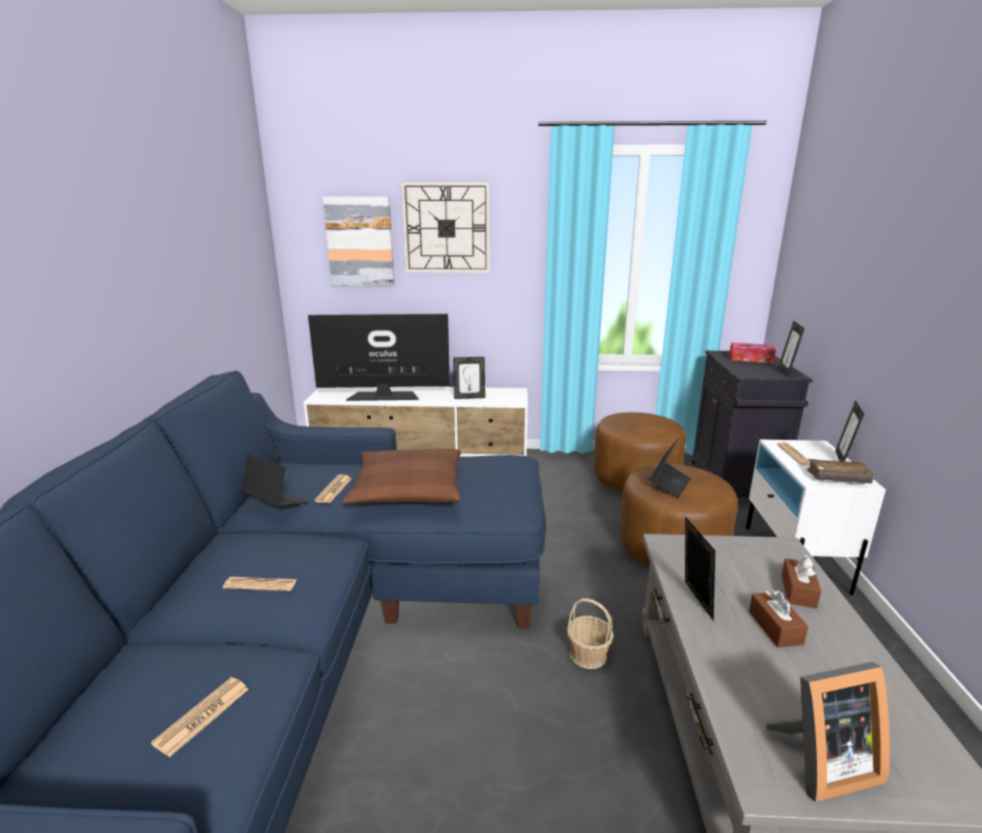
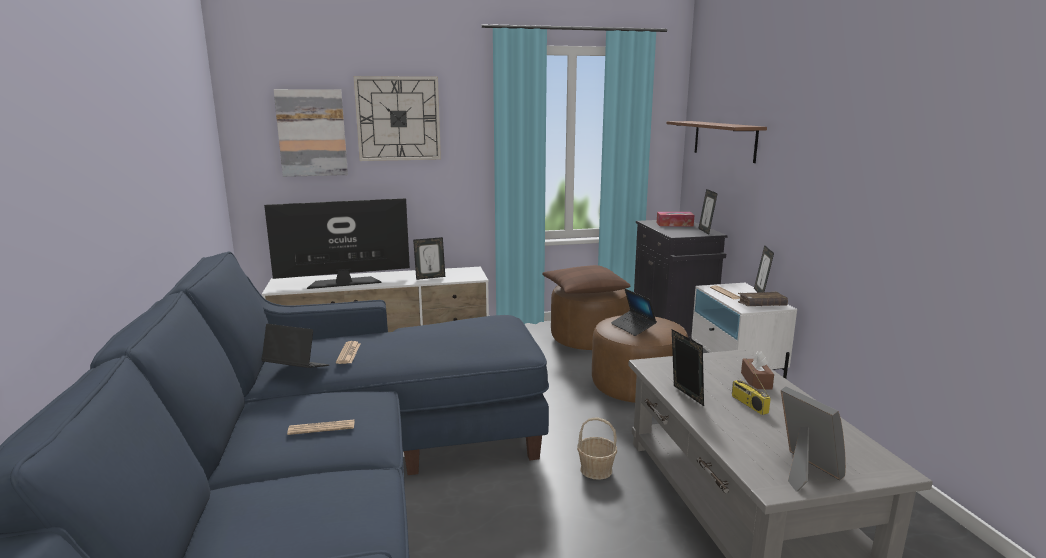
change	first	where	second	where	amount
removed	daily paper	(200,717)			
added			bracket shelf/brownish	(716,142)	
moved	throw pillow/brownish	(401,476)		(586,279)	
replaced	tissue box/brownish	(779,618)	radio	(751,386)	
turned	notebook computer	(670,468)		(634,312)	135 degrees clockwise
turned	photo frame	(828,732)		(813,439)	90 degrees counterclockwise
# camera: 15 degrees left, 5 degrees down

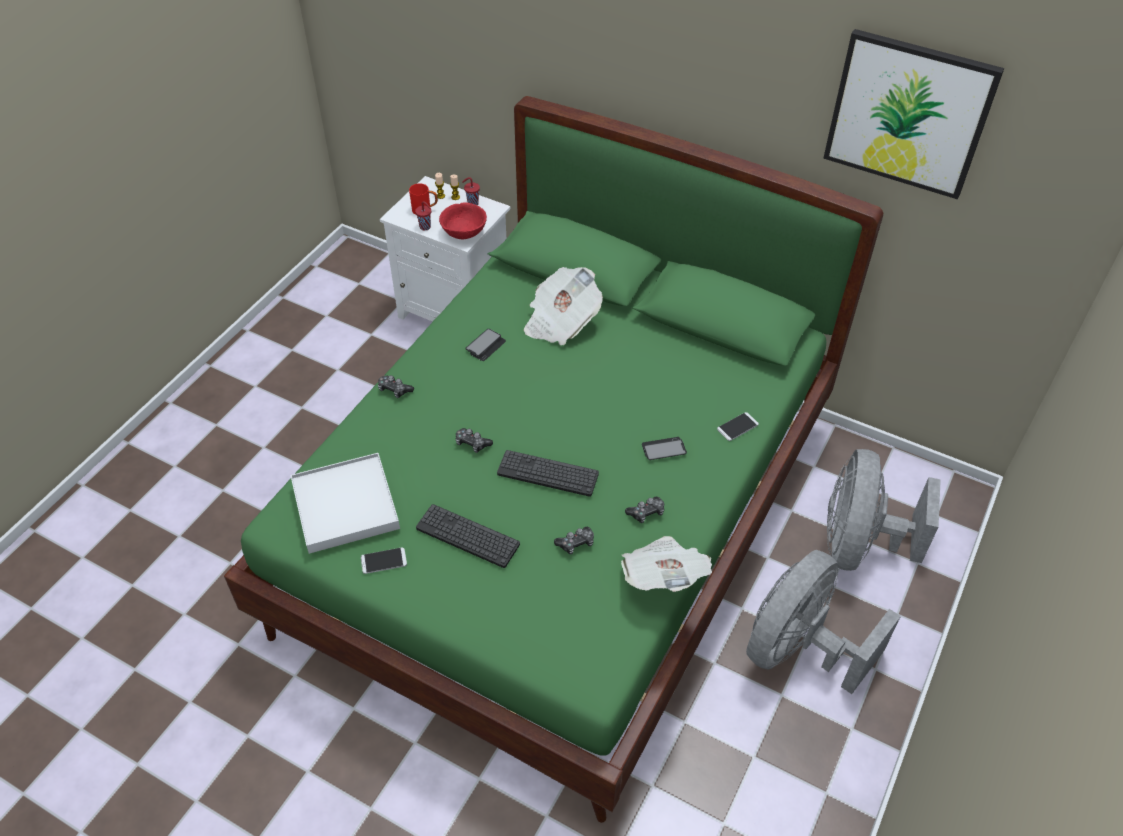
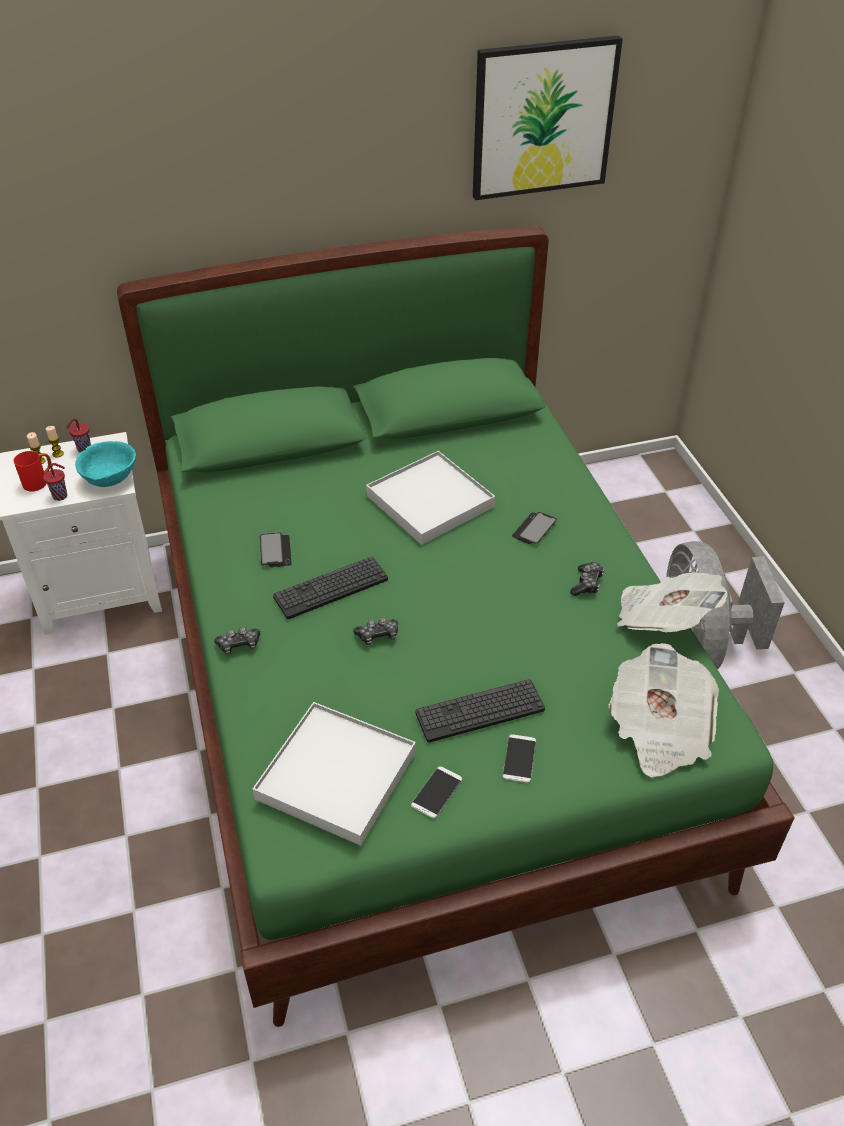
change	first	where	second	where	amount
removed	game controller	(574,540)			
removed	cooling fan/grey	(884,510)			
added			tray/whitish	(430,498)	
moved	computer keyboard	(548,473)		(330,588)	
moved	daily paper	(563,306)		(664,710)	
moved	telephone	(738,426)		(519,758)	
recoloured	serving bowl/red-coloured	(463,221)	serving bowl/blue-green	(105,464)	
# camera: 45 degrees left, 5 degrees down

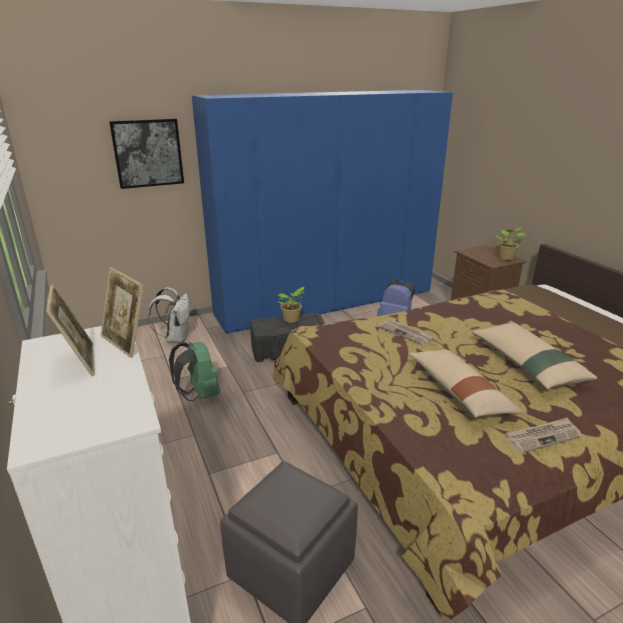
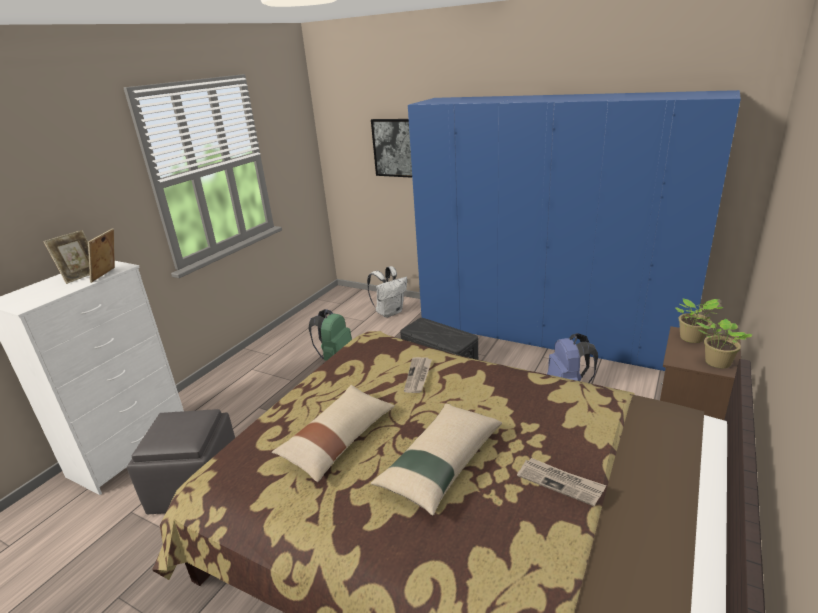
change	first	where	second	where	amount
moved	houseplant	(291,305)		(699,321)	
moved	daily paper	(544,435)		(561,482)	
# camera: 55 degrees right, 0 degrees up

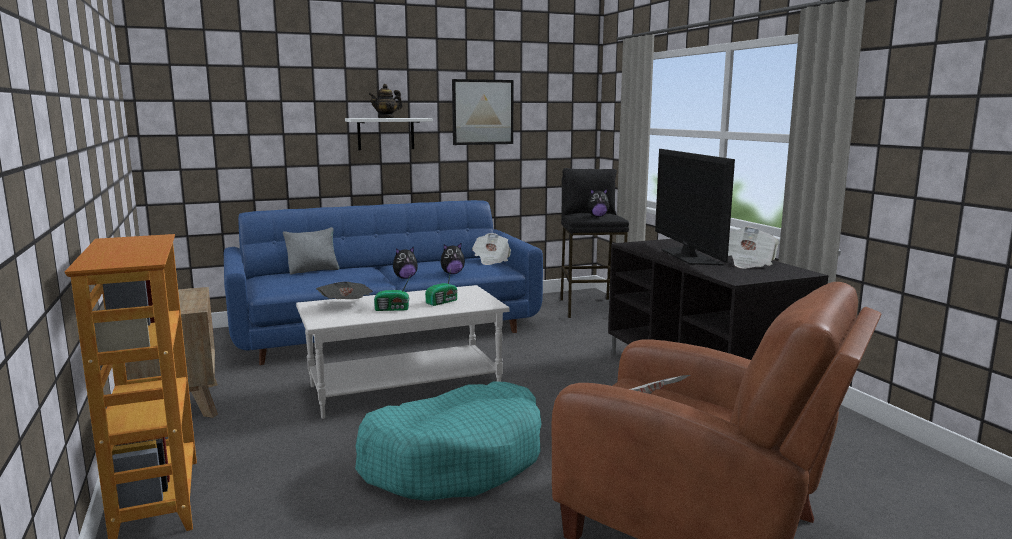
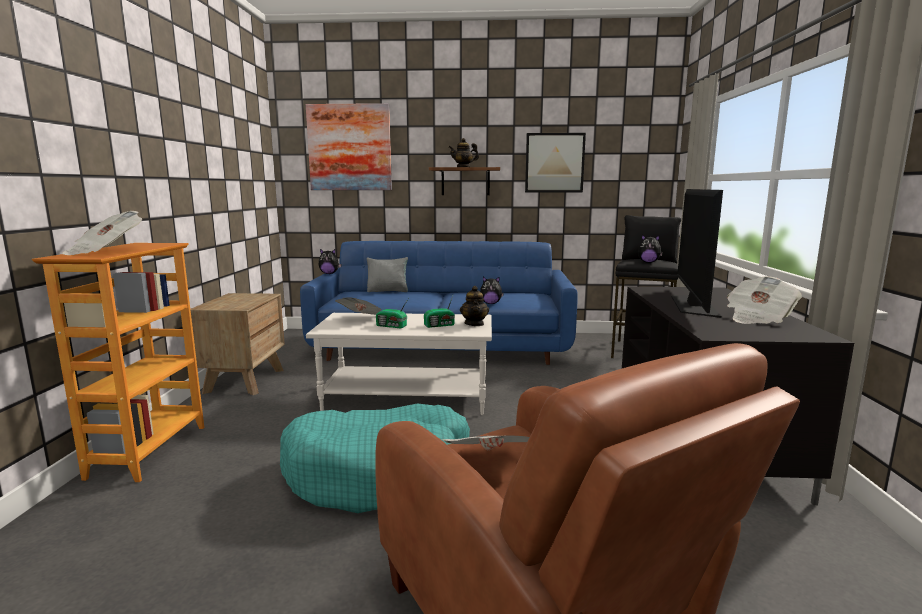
change	first	where	second	where	amount
added			wall picture	(349,146)	
added			tea pot	(474,306)	
moved	soft toy	(405,263)		(330,261)	
moved	daily paper	(491,249)		(102,233)	
recoloured	bracket shelf/whitish	(389,134)	bracket shelf/brownish	(464,181)	
# camera: 25 degrees right, 0 degrees up

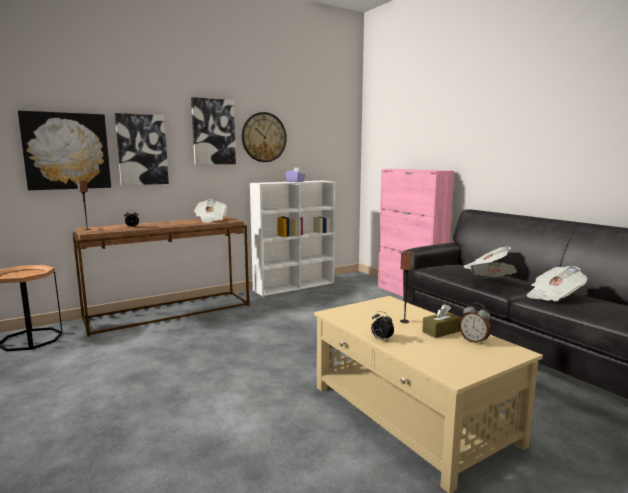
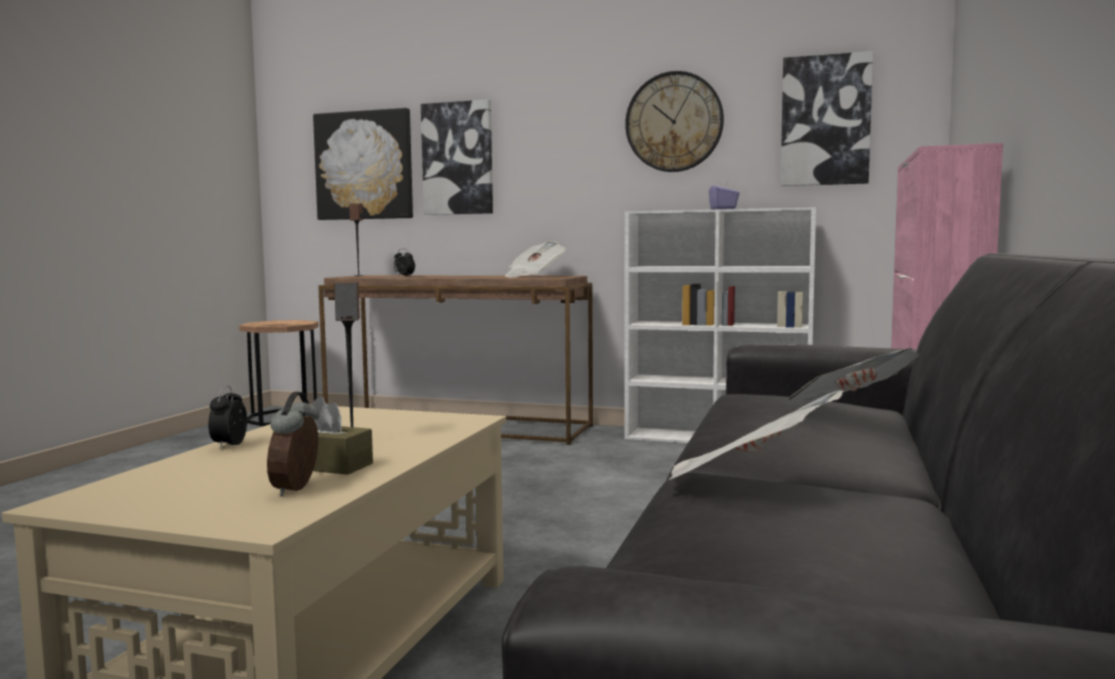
change	first	where	second	where	amount
removed	daily paper	(493,269)			
moved	wall picture	(213,131)		(827,118)	
# camera: 50 degrees right, 5 degrees down

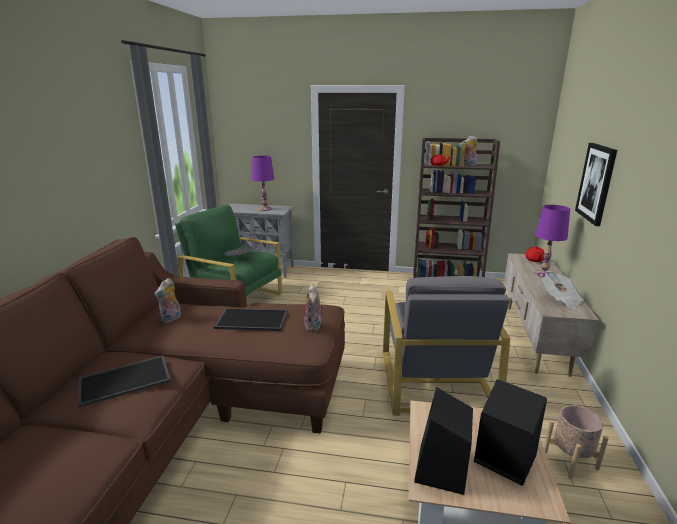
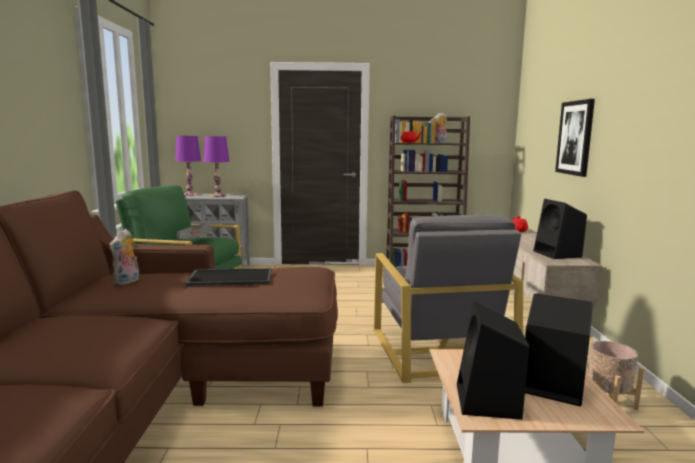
change	first	where	second	where	amount
removed	tray	(124,382)			
removed	soft toy	(314,307)			
moved	tabletop lamp/purple	(552,241)		(188,166)	
replaced	daily paper	(563,290)	loudspeaker/black	(560,229)	
# camera: 10 degrees left, 10 degrees down

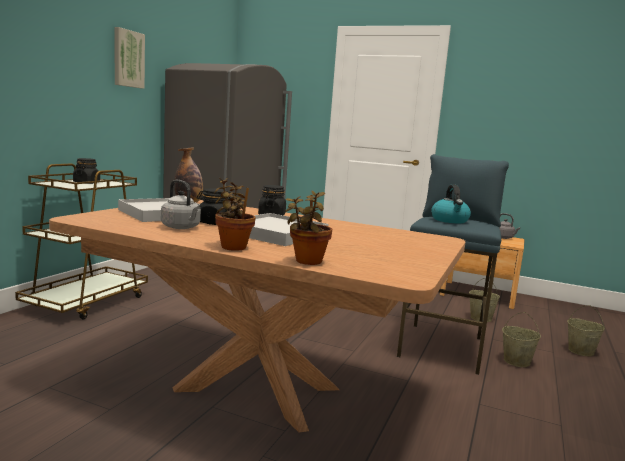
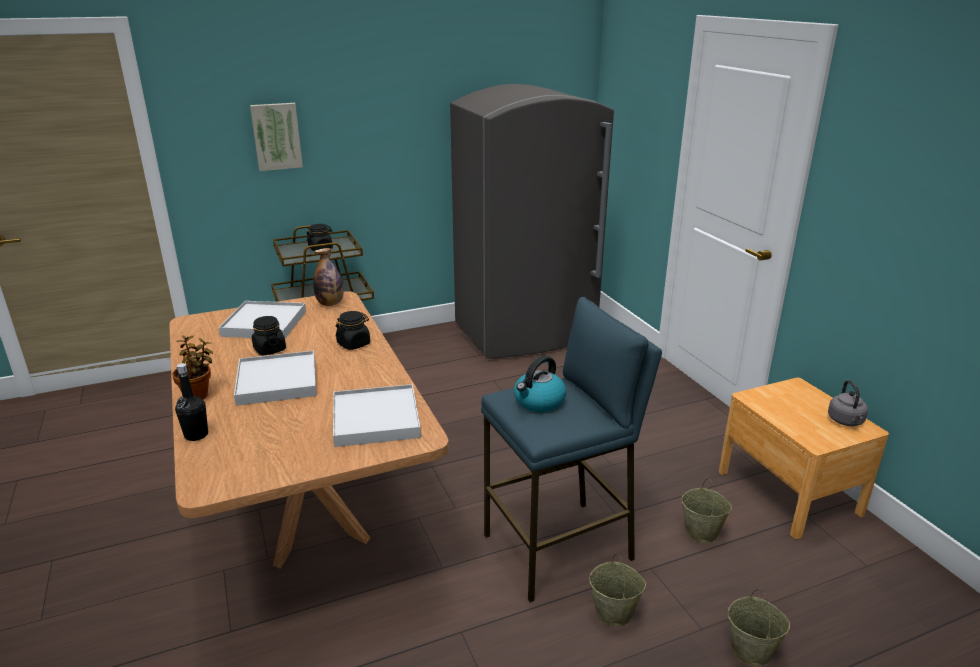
change	first	where	second	where	amount
removed	tea kettle/grey	(181,204)			
added			tray/whitish	(377,415)	
moved	wall picture	(130,58)		(276,137)	
replaced	houseplant	(308,228)	beverage bottle/black	(191,402)	
# camera: 45 degrees right, 15 degrees up

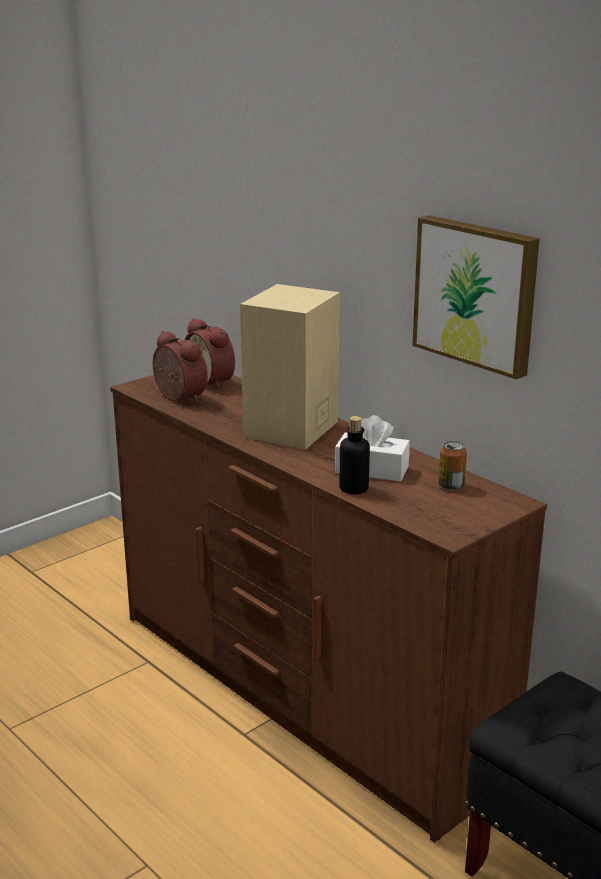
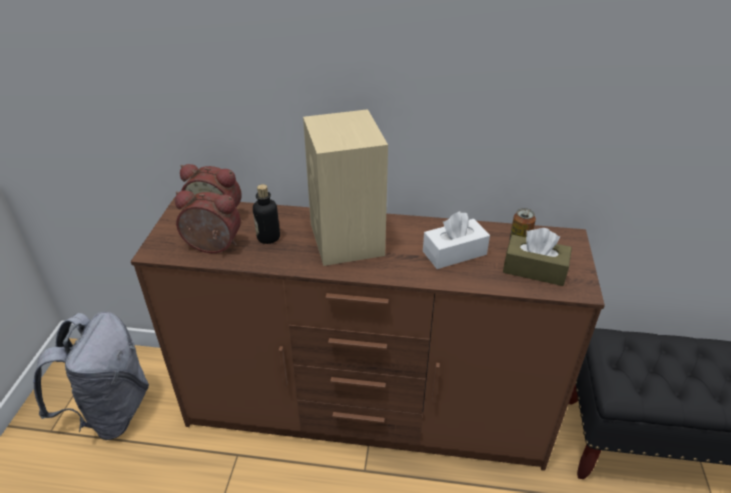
change	first	where	second	where	amount
removed	wall picture	(476,297)			
added			rucksack/grey	(91,376)	
added			tissue box/brownish	(537,257)	
moved	beverage bottle	(354,455)		(266,214)	
# camera: 40 degrees left, 15 degrees up

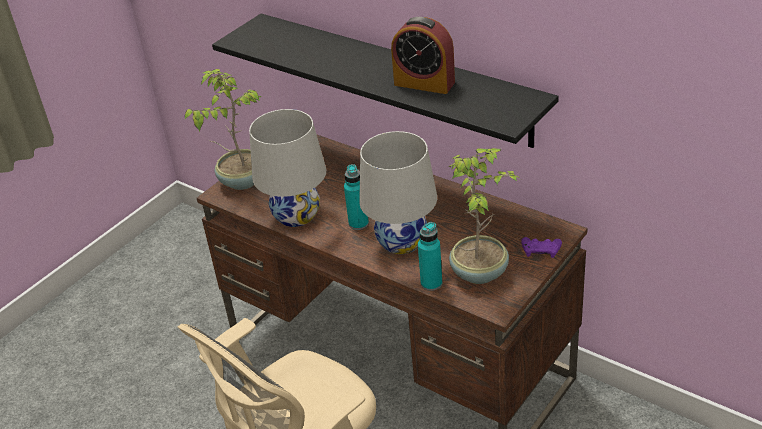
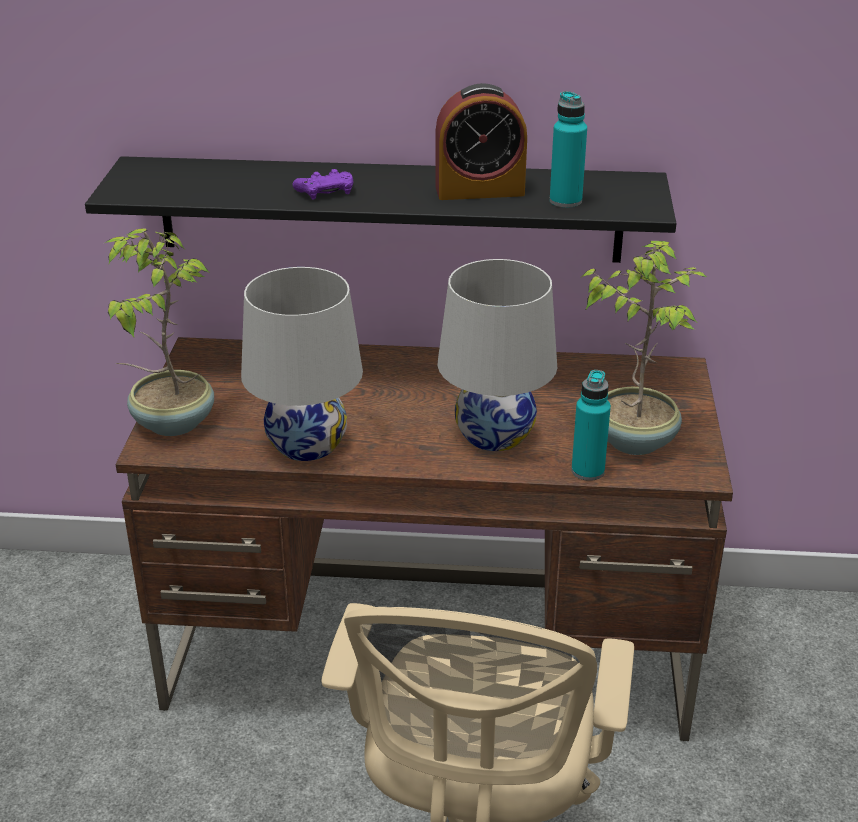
change	first	where	second	where	amount
moved	beverage bottle/blue-green	(356,197)		(568,149)	
moved	game controller/purple	(541,247)		(323,184)	
# camera: 35 degrees left, 5 degrees down

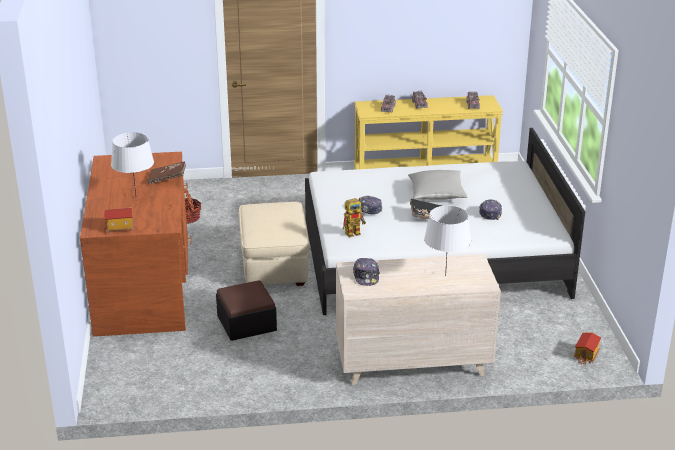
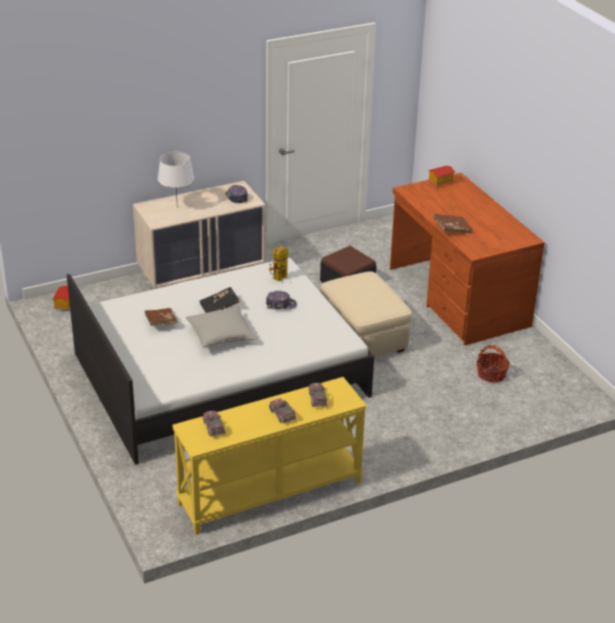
change	first	where	second	where	amount
removed	tabletop lamp/whitish	(132,163)			
replaced	baseball cap	(490,209)	volume/brownish	(161,317)	
# camera: 160 degrees right, 5 degrees up

